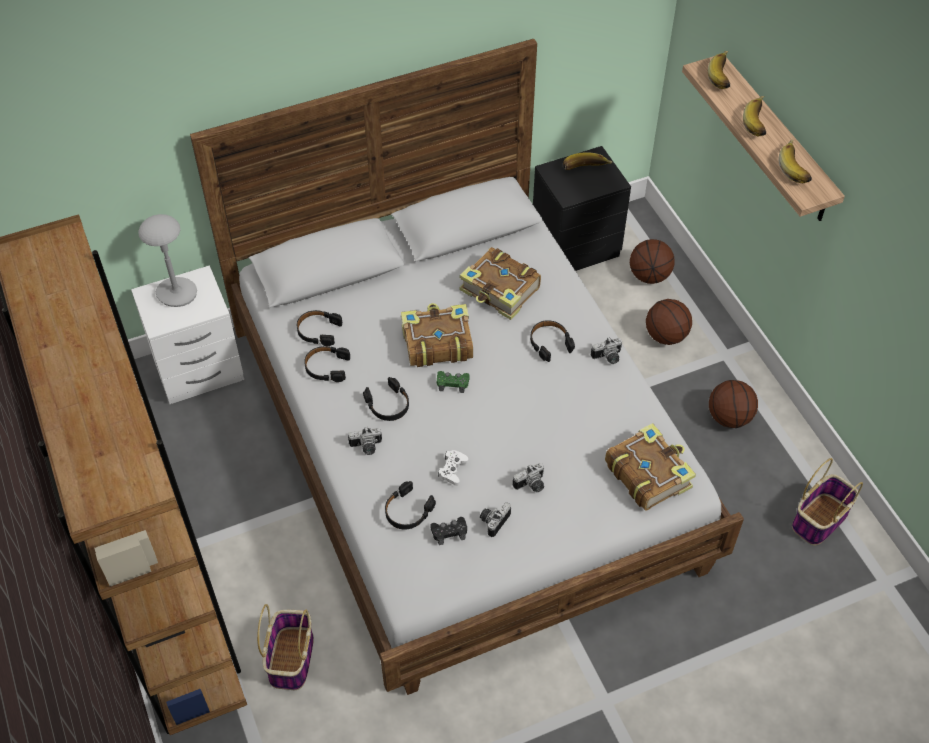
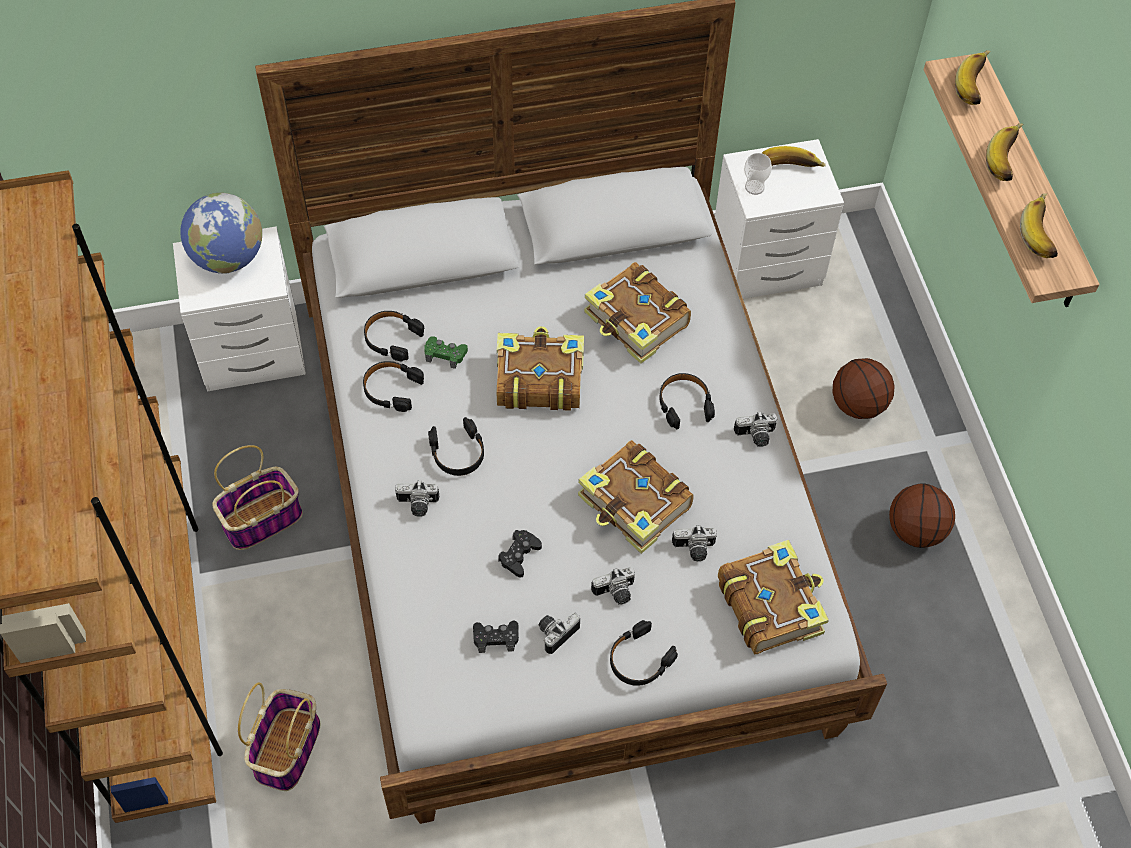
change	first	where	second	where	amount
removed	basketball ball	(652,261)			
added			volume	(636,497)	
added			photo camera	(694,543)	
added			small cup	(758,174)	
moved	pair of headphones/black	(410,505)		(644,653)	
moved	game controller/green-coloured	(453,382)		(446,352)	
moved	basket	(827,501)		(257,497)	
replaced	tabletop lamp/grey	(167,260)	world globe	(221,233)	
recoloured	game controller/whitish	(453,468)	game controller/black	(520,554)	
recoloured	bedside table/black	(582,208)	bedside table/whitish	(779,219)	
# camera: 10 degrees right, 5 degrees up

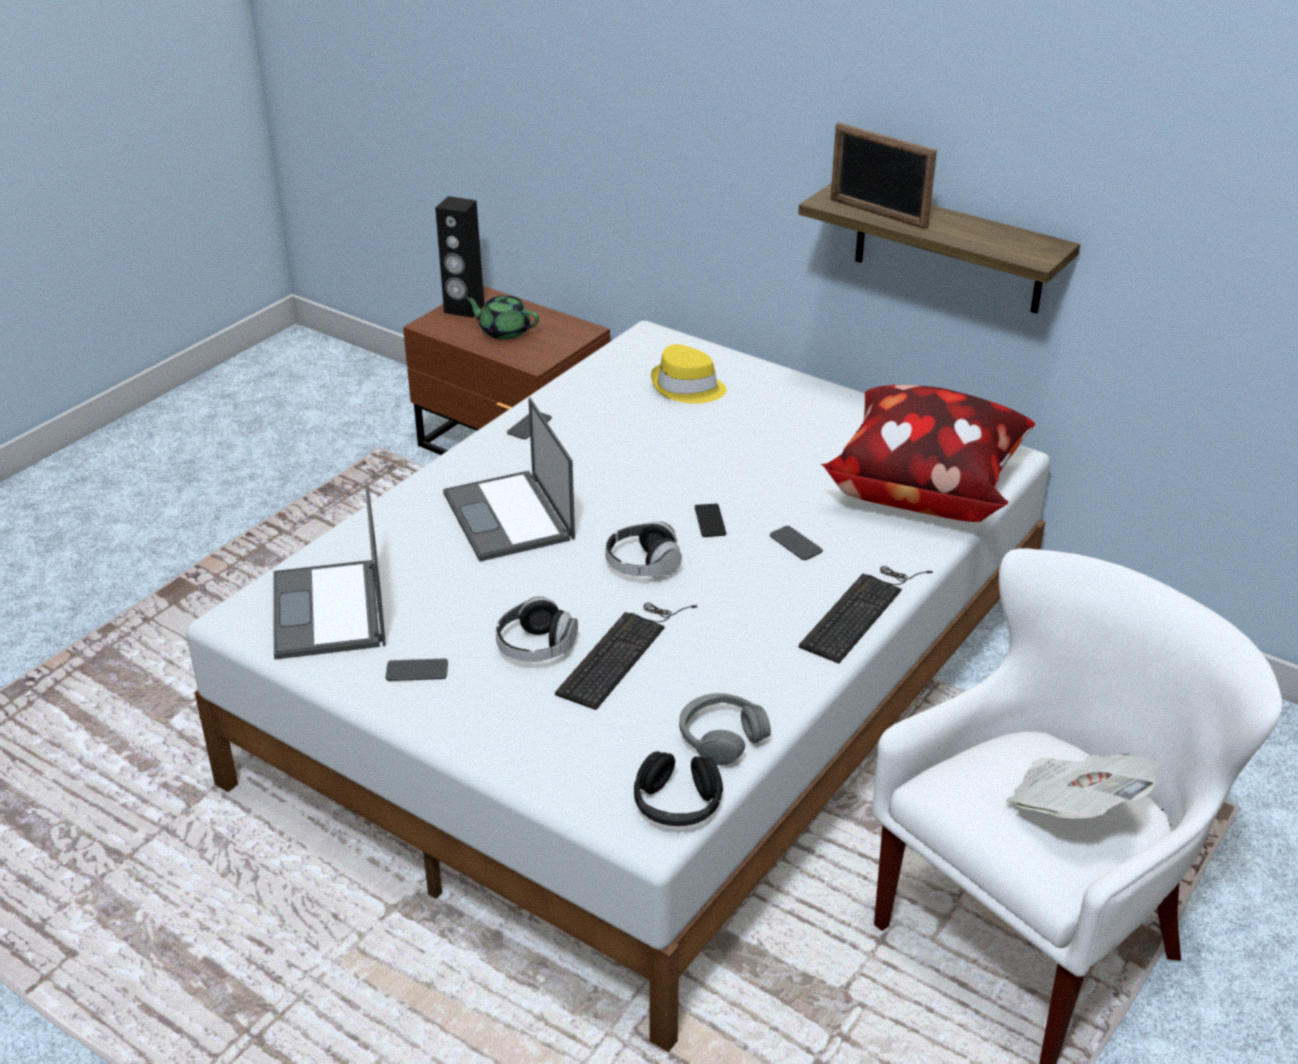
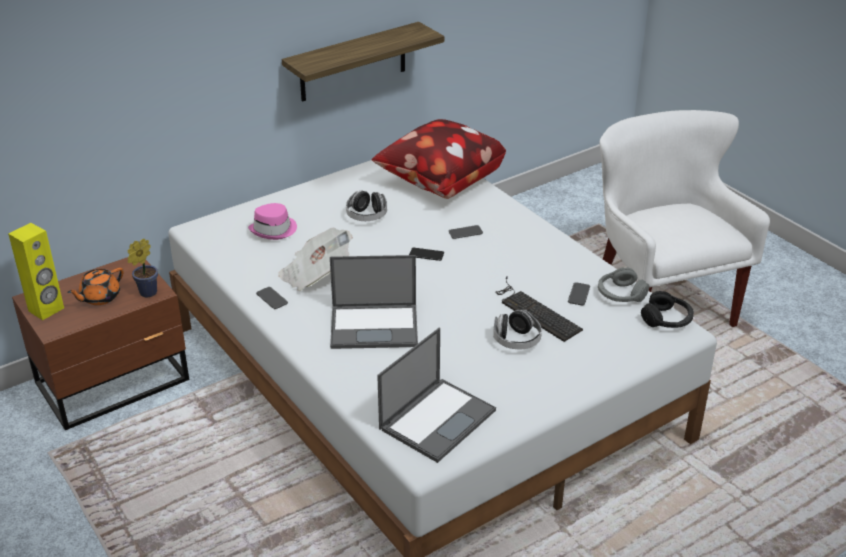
change	first	where	second	where	amount
removed	computer keyboard	(866,614)			
removed	photo frame	(884,176)			
added			houseplant	(143,268)	
moved	telephone	(417,670)		(579,293)	
moved	pair of headphones	(643,548)		(366,205)	
moved	daily paper	(1083,786)		(315,259)	
recoloured	loudspeaker/black	(459,257)	loudspeaker/yellow-coloured	(36,271)	
recoloured	tea pot/green-coloured	(502,317)	tea pot/orange	(95,286)	
recoloured	hat/yellow-coloured	(689,374)	hat/pinkish	(272,221)	
turned	notebook computer	(329,572)		(436,395)	60 degrees counterclockwise
# camera: 70 degrees left, 0 degrees up

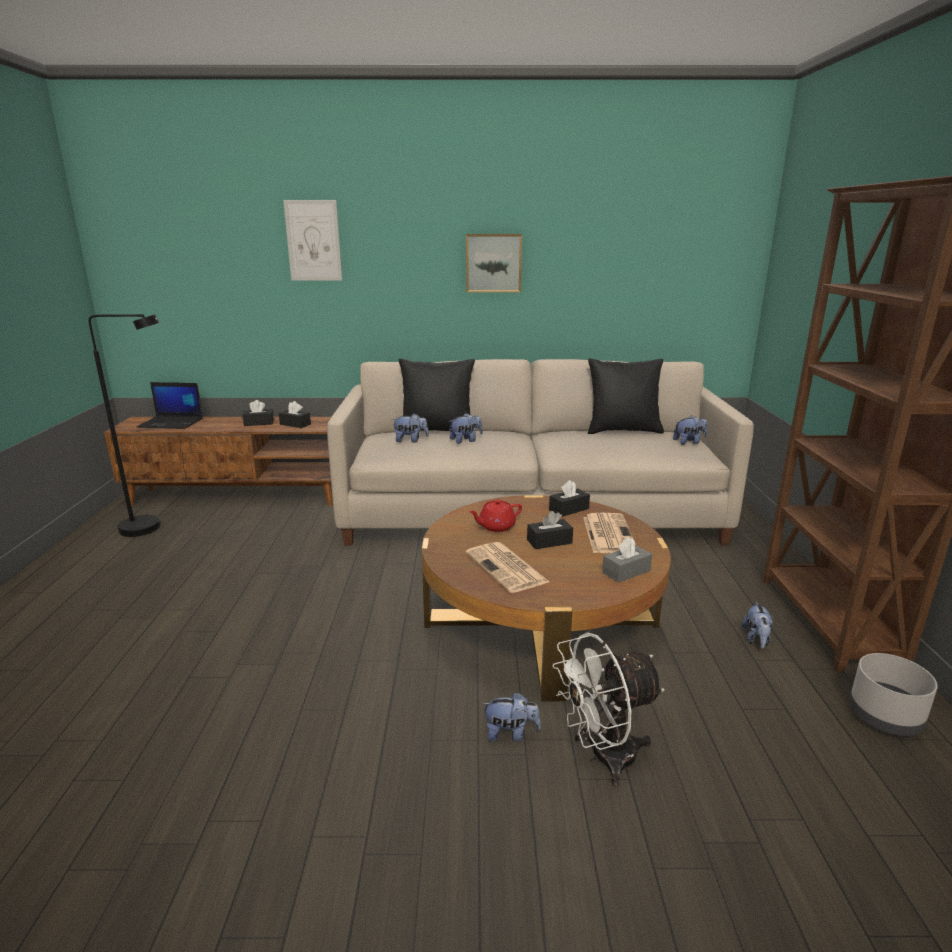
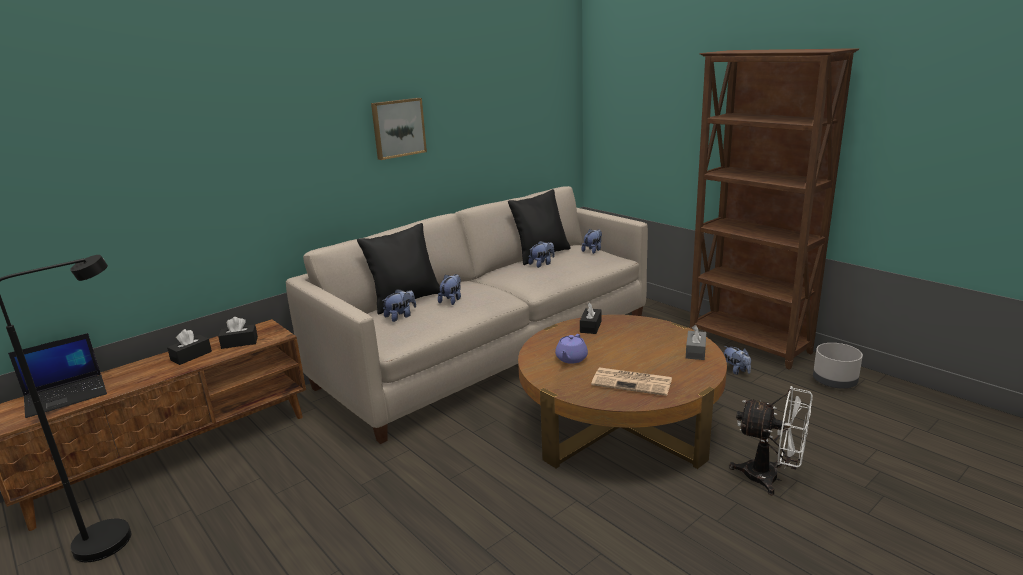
change	first	where	second	where	amount
removed	wall picture	(312,240)			
removed	tissue box/black	(550,530)			
removed	daily paper	(609,533)			
moved	soft toy	(511,717)		(541,254)	
recoloured	tea pot/red-coloured	(495,515)	tea pot/purple	(571,349)	
turned	cooling fan/whitish	(608,709)		(771,440)	90 degrees counterclockwise
# camera: 40 degrees left, 0 degrees up

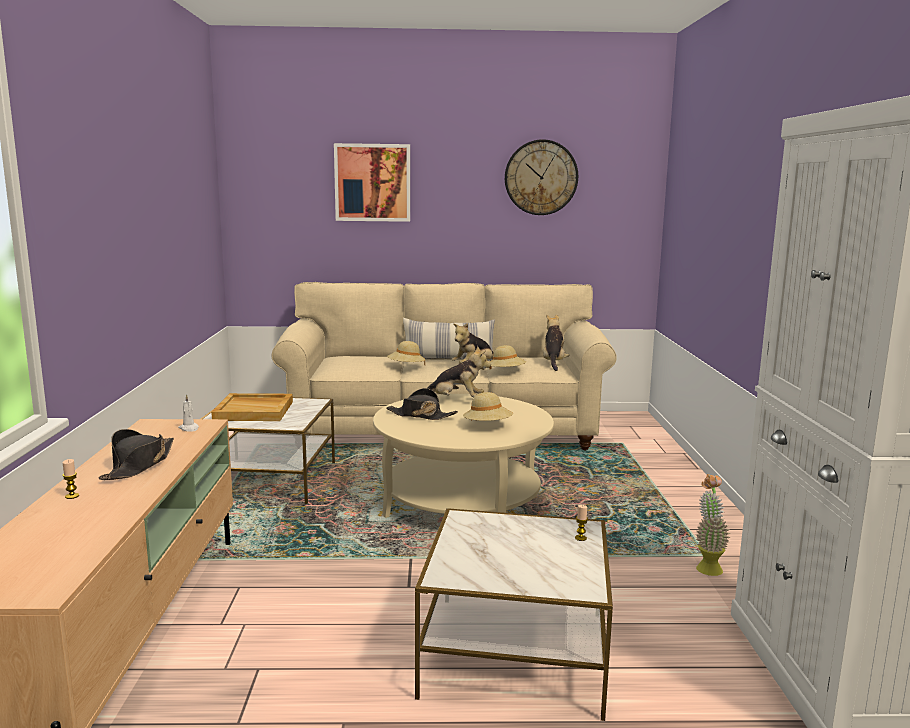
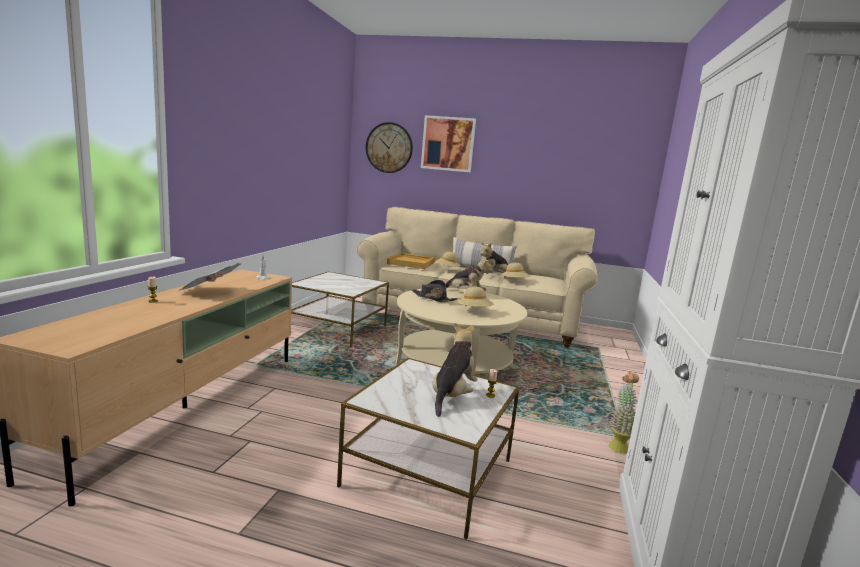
change	first	where	second	where	amount
moved	tray/sand-coloured	(252,407)		(411,261)	
moved	wall clock	(541,177)		(389,147)	
moved	soft toy	(556,342)		(455,370)	
replaced	hat/black	(136,454)	daily paper	(209,277)	
# camera: 15 degrees right, 0 degrees up

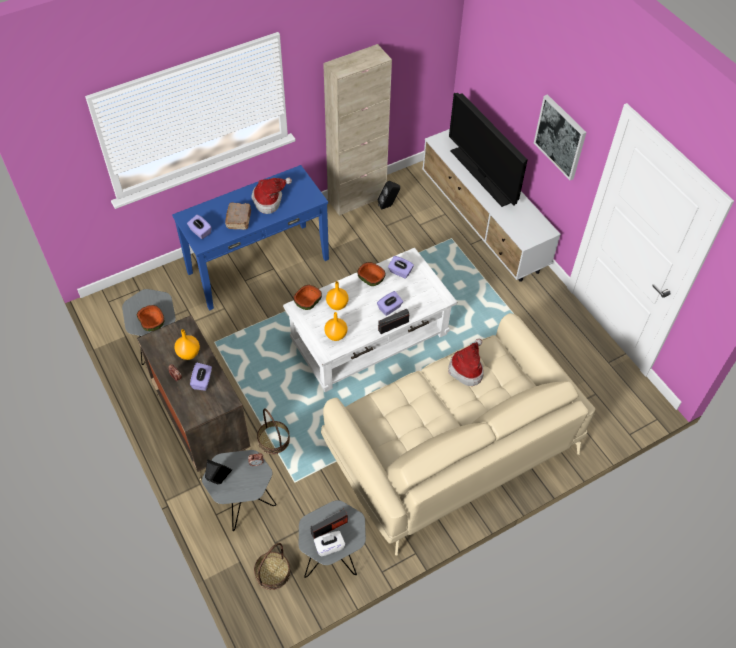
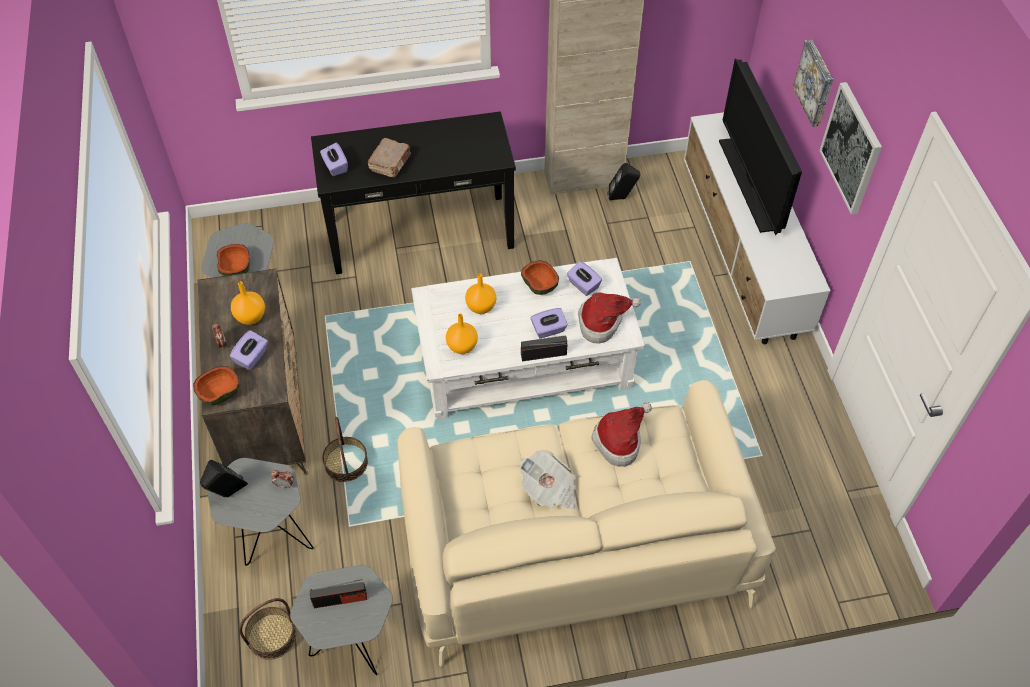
change	first	where	second	where	amount
removed	tissue box/whitish	(329,544)			
added			daily paper	(548,479)	
added			wall picture	(813,83)	
moved	hat	(272,195)		(609,318)	
moved	serving bowl	(308,297)		(216,386)	
recoloured	hall table/blue	(250,237)	hall table/black	(413,192)	
# camera: 20 degrees right, 0 degrees up

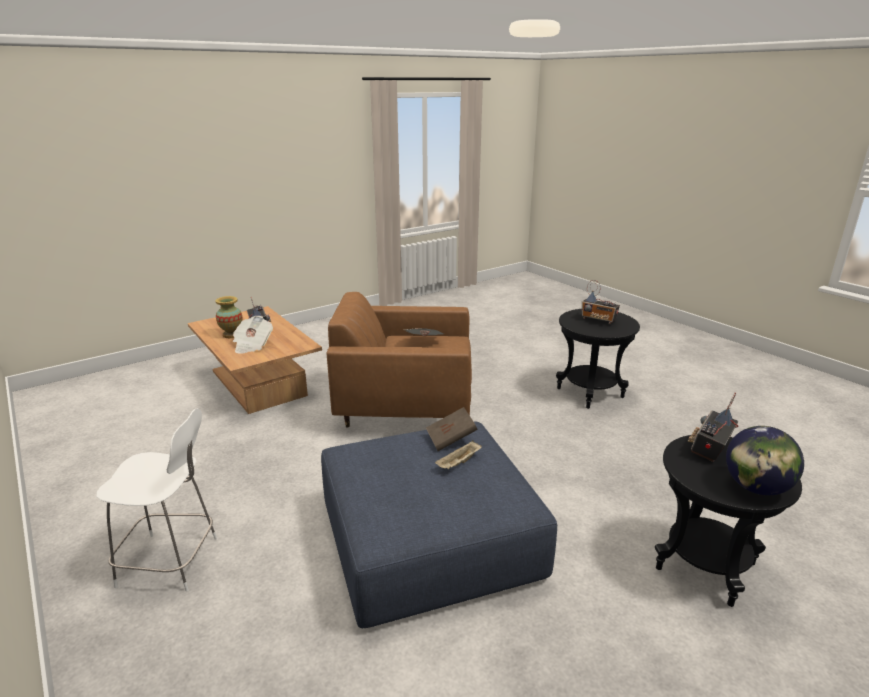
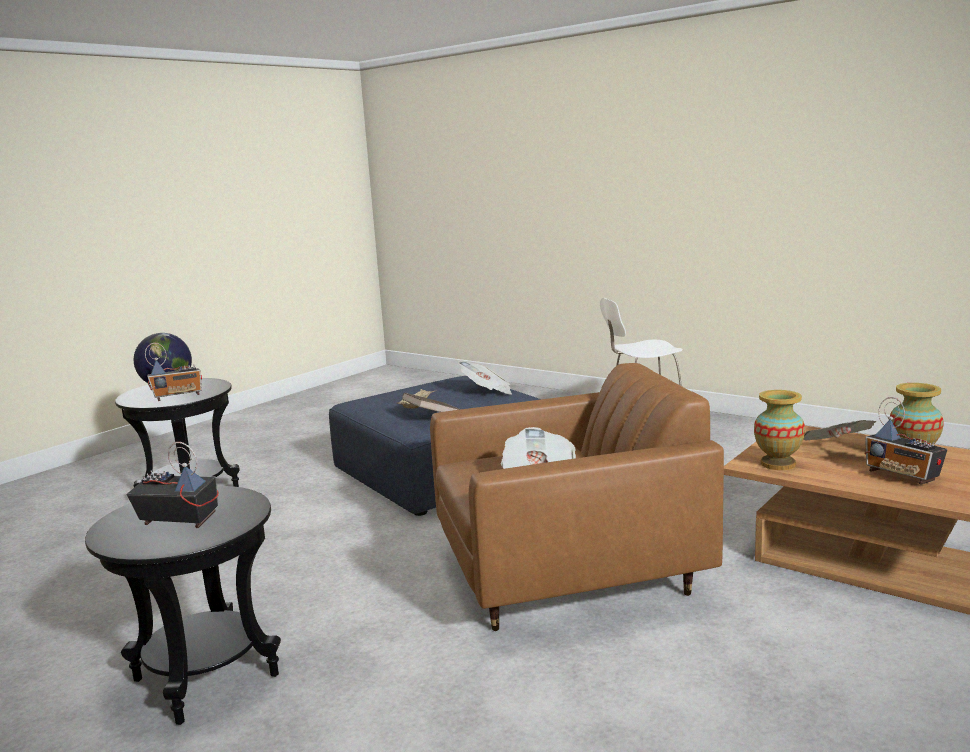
change	first	where	second	where	amount
added			daily paper	(485,377)	
added			vase	(779,430)	
turned	radio	(712,427)		(173,372)	45 degrees clockwise
# camera: 165 degrees right, 10 degrees down

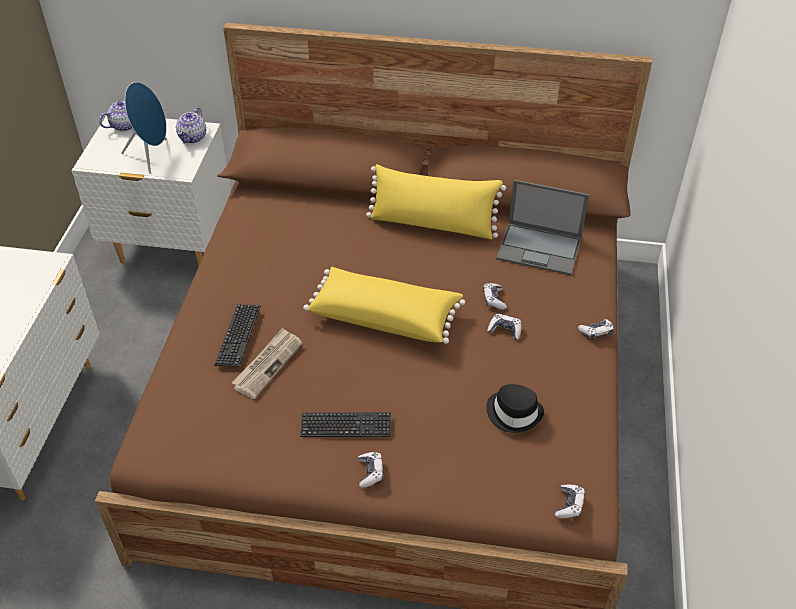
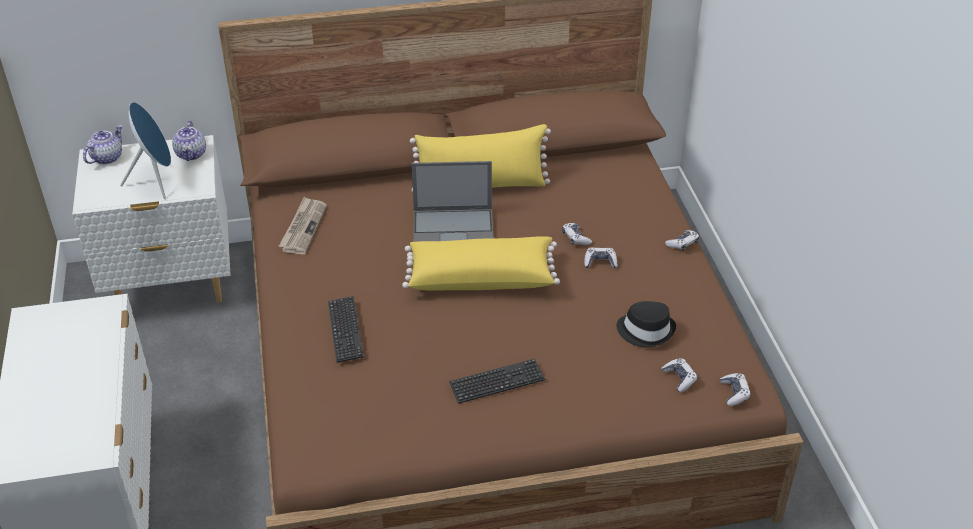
change	first	where	second	where	amount
moved	daily paper	(267,363)		(302,225)	
moved	game controller	(370,470)		(679,375)	
moved	notebook computer	(542,227)		(452,201)	
# camera: 20 degrees left, 5 degrees down

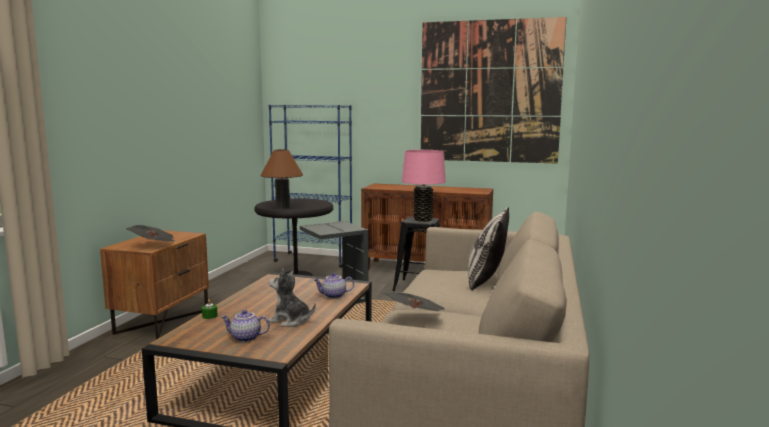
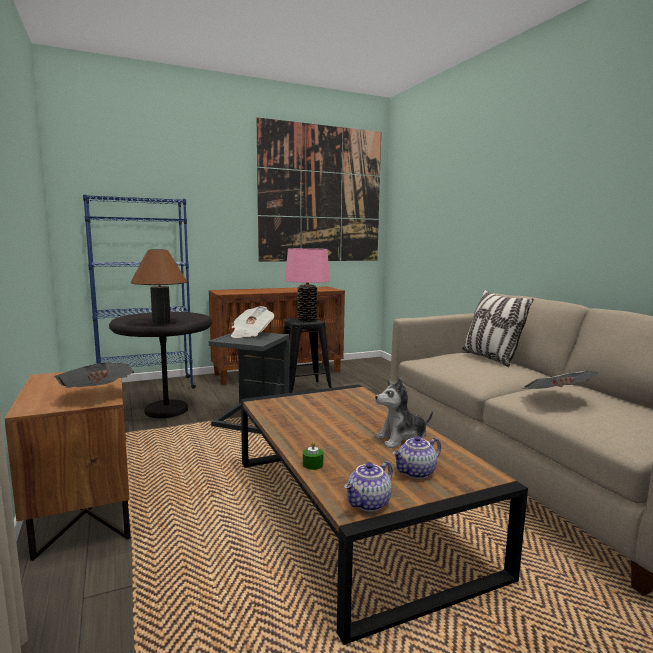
change	first	where	second	where	amount
added			daily paper	(252,322)	
moved	tea pot	(334,286)		(368,486)	
# camera: 40 degrees left, 0 degrees up

